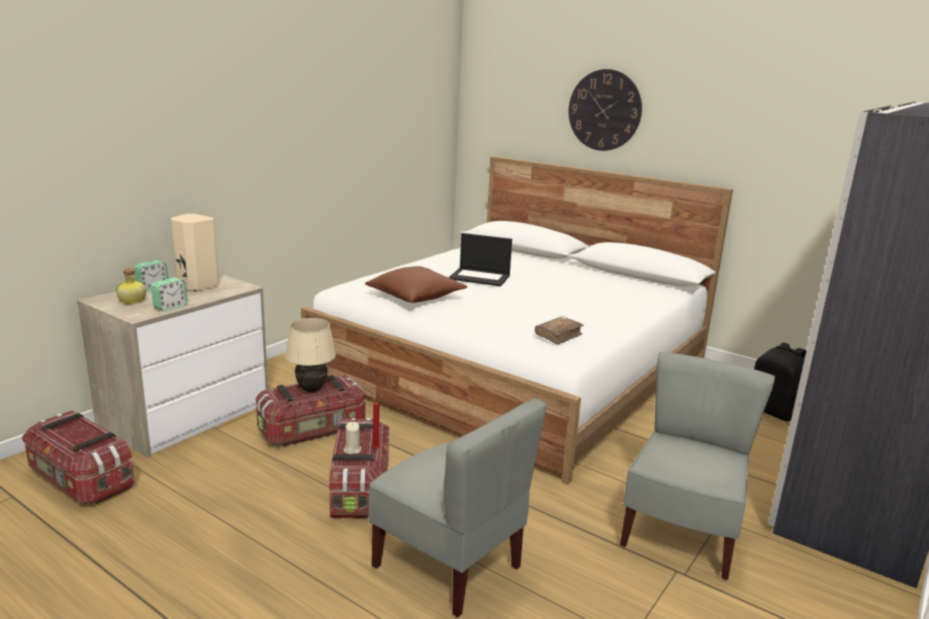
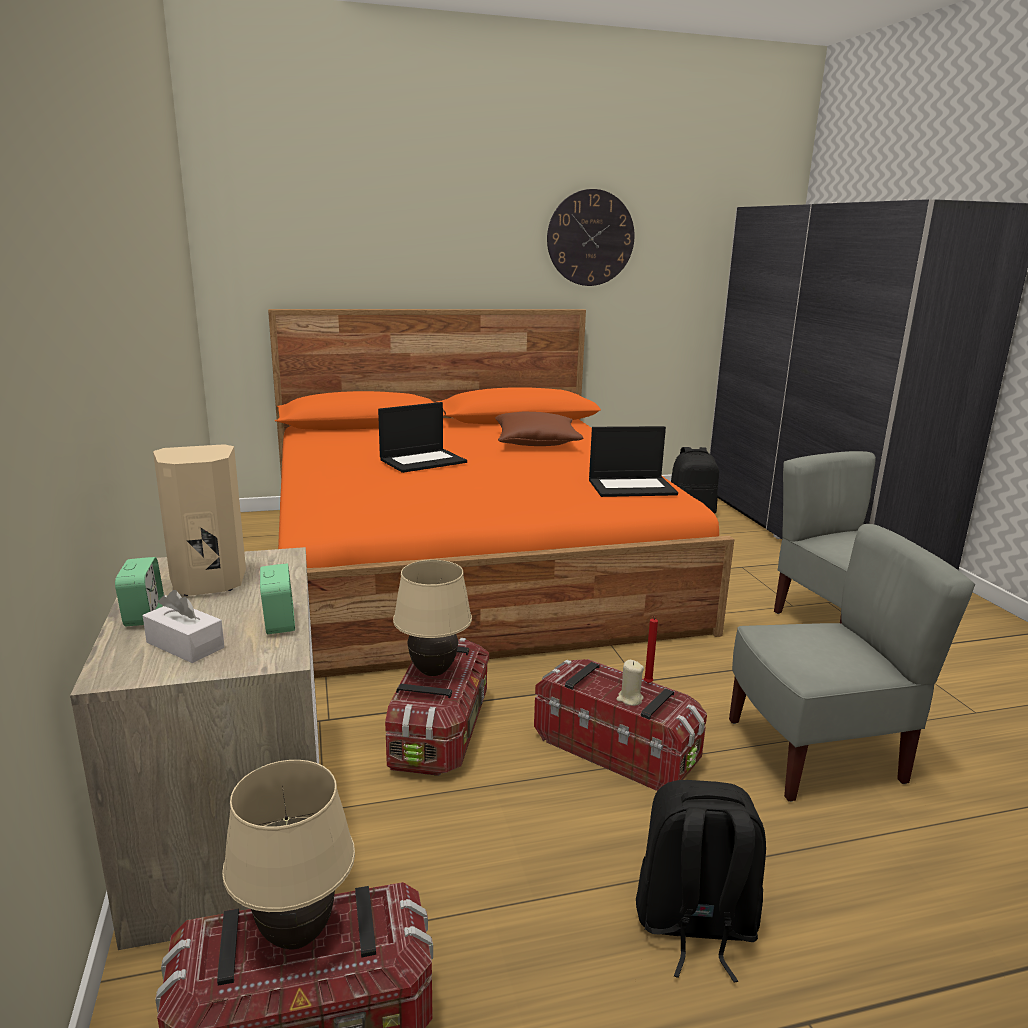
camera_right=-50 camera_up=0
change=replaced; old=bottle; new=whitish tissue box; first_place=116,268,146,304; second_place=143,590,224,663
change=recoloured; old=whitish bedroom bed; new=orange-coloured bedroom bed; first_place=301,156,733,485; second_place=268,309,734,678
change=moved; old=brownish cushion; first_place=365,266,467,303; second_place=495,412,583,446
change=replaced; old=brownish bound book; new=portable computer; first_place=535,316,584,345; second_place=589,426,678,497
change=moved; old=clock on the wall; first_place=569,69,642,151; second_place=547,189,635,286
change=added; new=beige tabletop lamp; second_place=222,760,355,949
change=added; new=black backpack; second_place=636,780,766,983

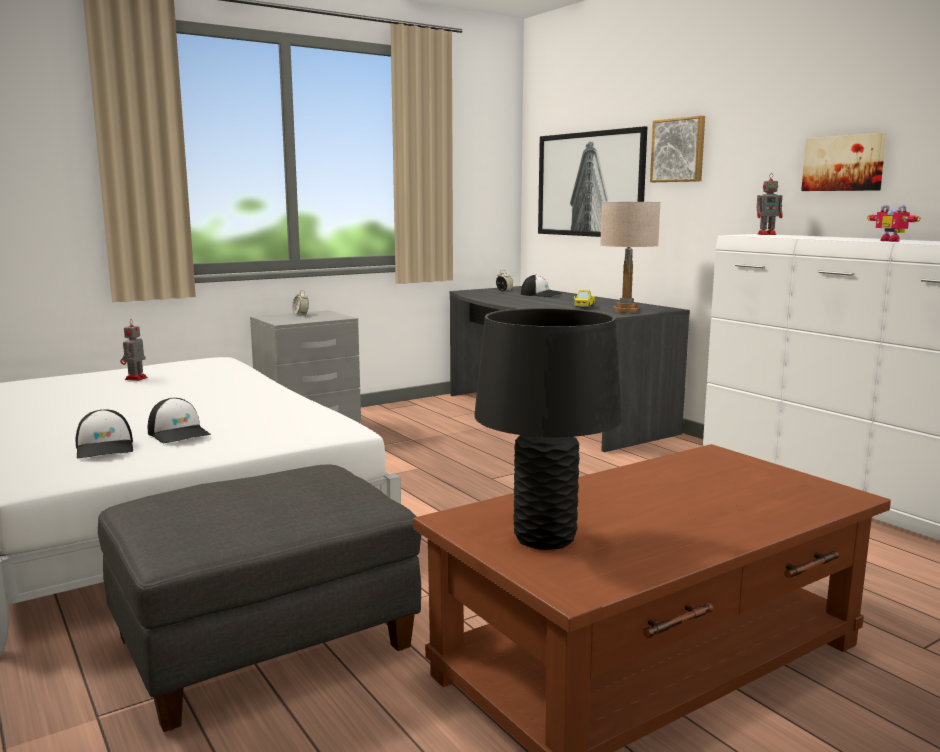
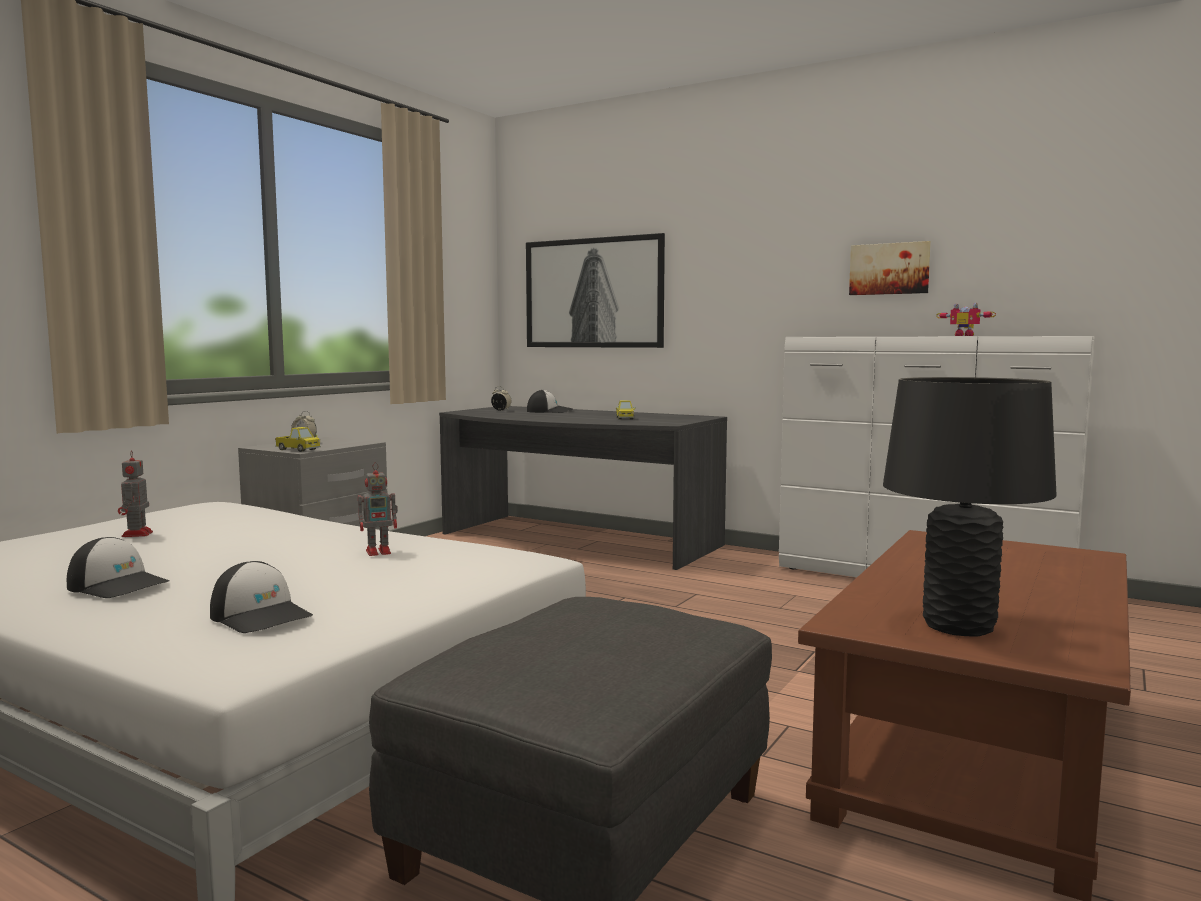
camera_right=-25 camera_up=-5
change=moved; old=baseball cap; first_place=148,398,211,443; second_place=67,537,170,598
change=removed; old=beige tabletop lamp; first_place=600,202,661,313
change=removed; old=picture; first_place=650,116,705,182
change=moved; old=robot figure; first_place=757,177,783,235; second_place=358,462,398,556
change=added; new=model truck; second_place=275,427,321,452

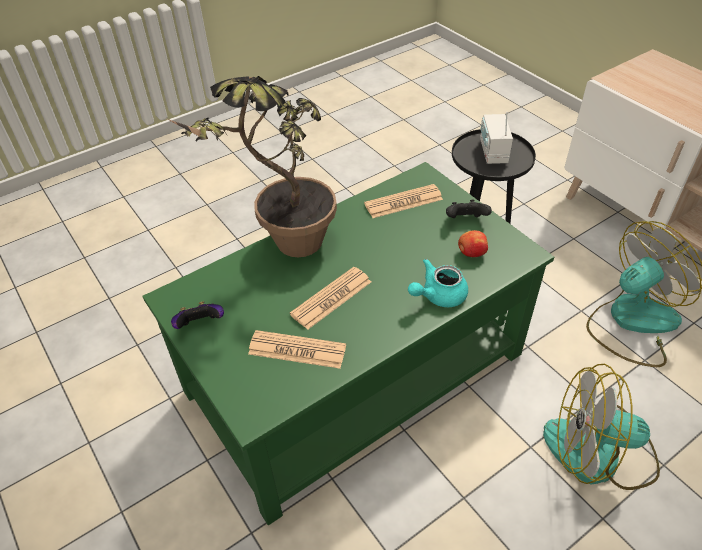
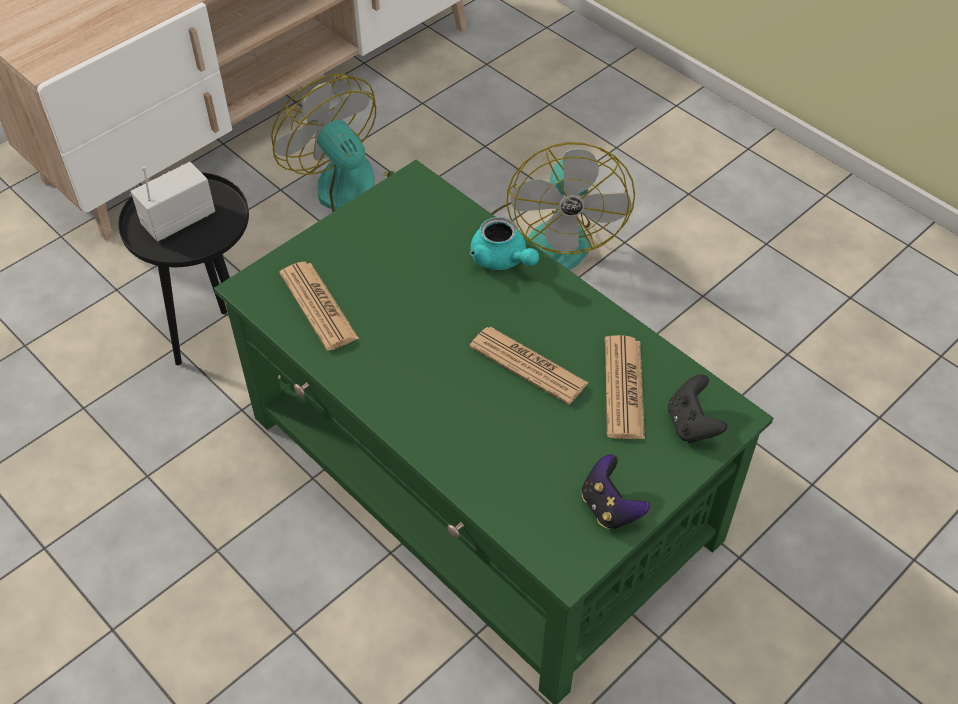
camera_right=-100 camera_up=5
change=removed; old=plant in a pot; first_place=165,76,337,257
change=moved; old=black gamepad; first_place=446,200,492,218; second_place=668,374,727,443
change=removed; old=whole apple; first_place=458,230,488,257
change=turned; old=radio set; first_place=480,112,513,164; second_place=131,162,215,242; degrees=150

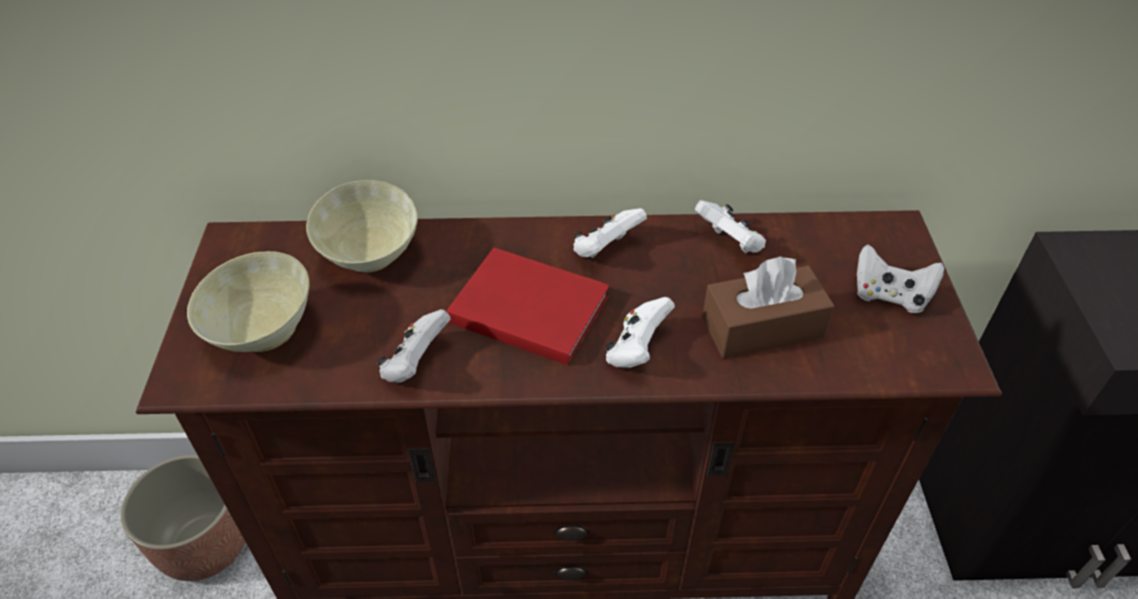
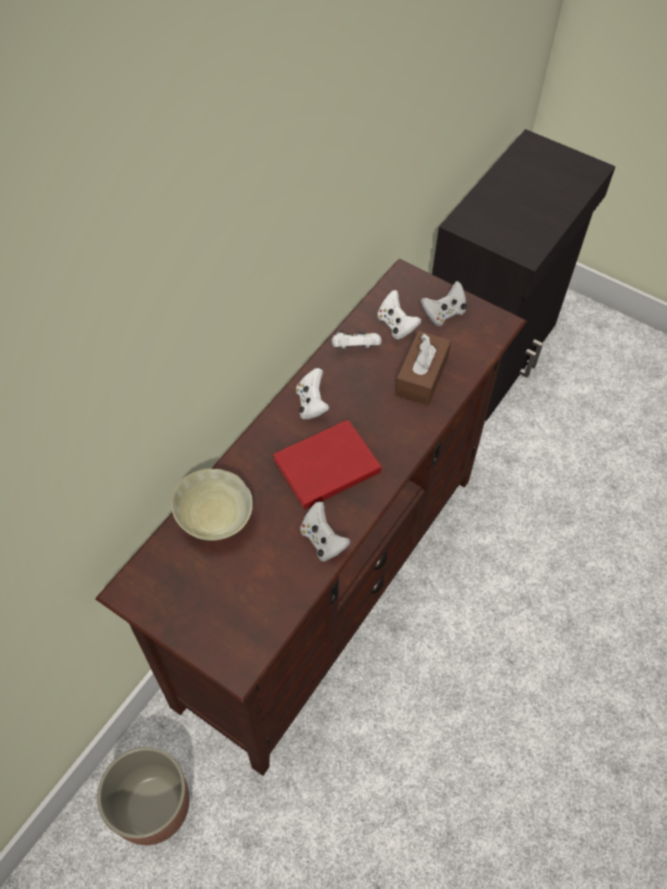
camera_right=-55 camera_up=10
change=removed; old=beige deep dish; first_place=187,251,310,352
change=moved; old=whitish gamepad; first_place=605,297,675,368; second_place=377,290,421,339

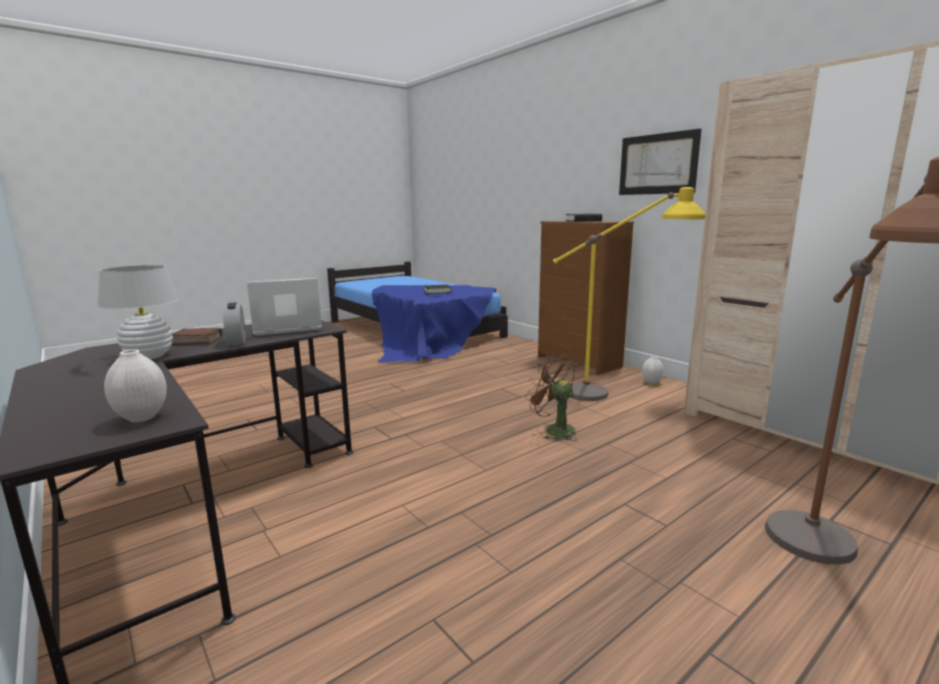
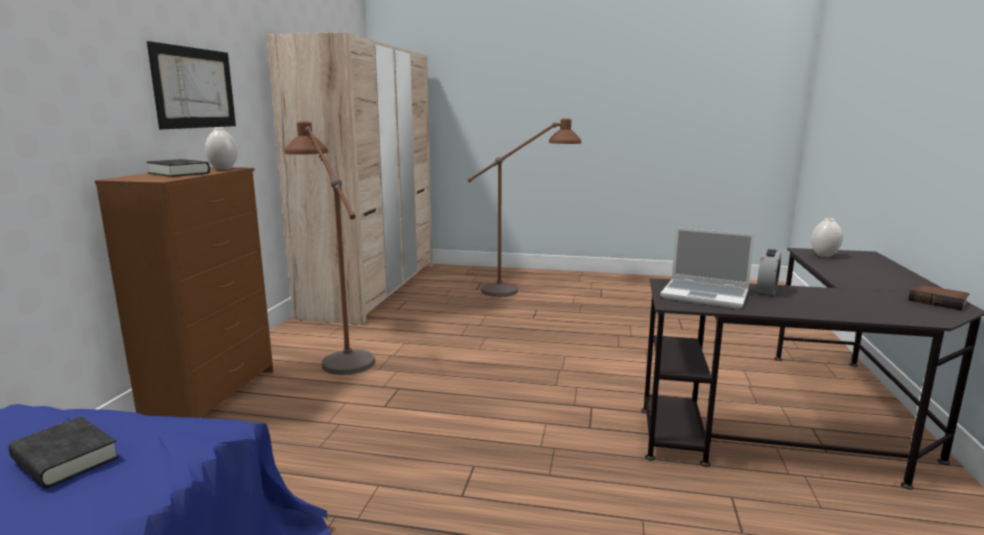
camera_right=-130 camera_up=0
change=removed; old=whitish tabletop lamp; first_place=98,265,178,359
change=moved; old=bound book; first_place=172,328,222,345; second_place=909,284,970,311
change=removed; old=brownish fan; first_place=525,353,576,442
change=recoloured; old=yellow-coloured floor lamp; new=brownish floor lamp; first_place=553,187,705,401; second_place=285,121,375,375
change=moved; old=whitish decorative vase; first_place=642,356,664,384; second_place=205,127,238,170

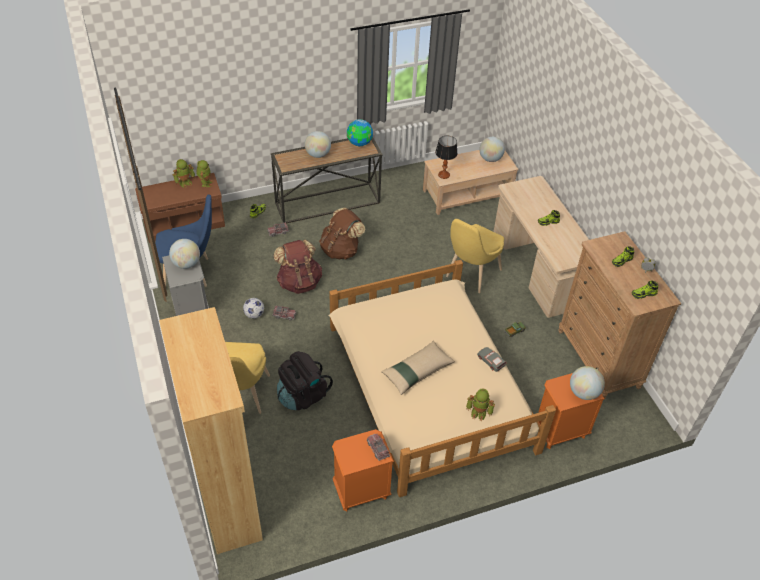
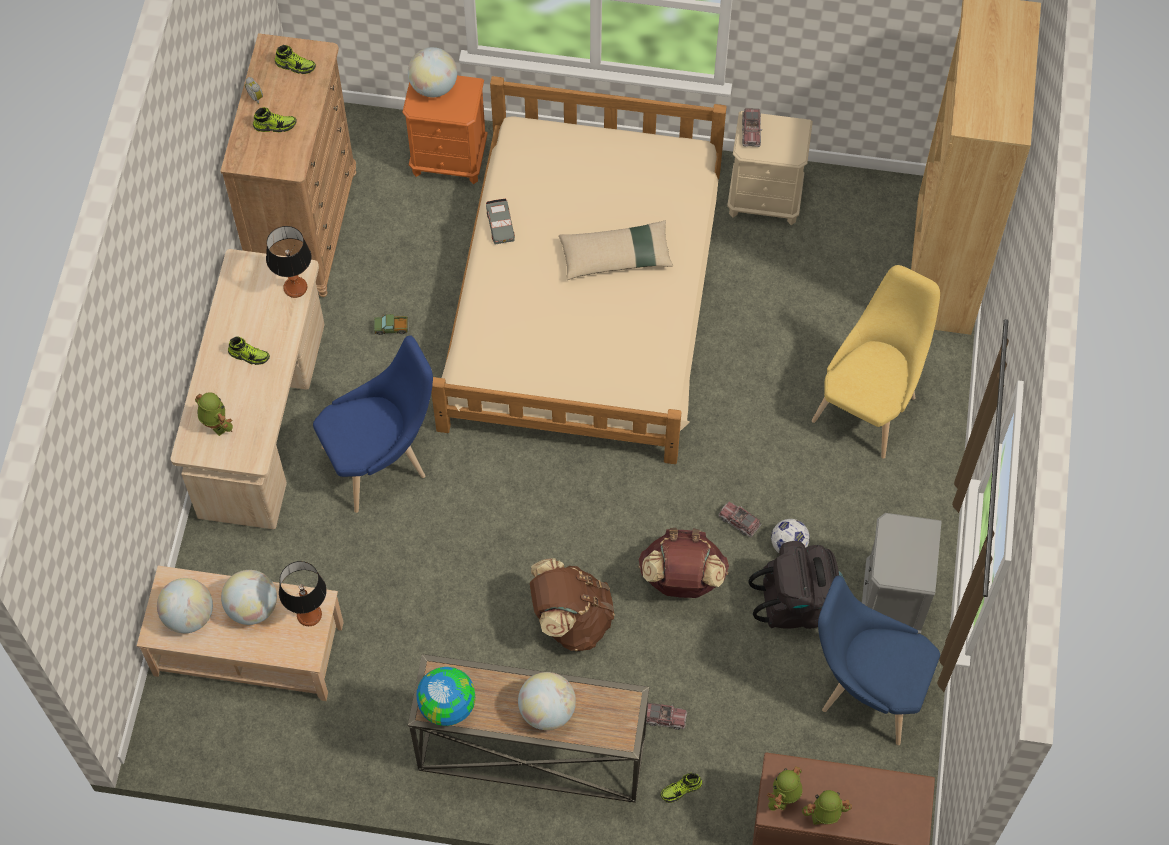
camera_right=-150 camera_up=15
change=moved; old=world globe; first_place=169,239,200,269; second_place=221,570,277,625
change=moved; old=black backpack; first_place=277,351,333,410; second_place=748,541,845,629
change=recoloured; old=orange-coloured night table; new=beige night table; first_place=332,429,394,512; second_place=727,111,813,225
change=recoloured; old=yellow-coloured chair; new=blue-coloured chair; first_place=446,219,504,293; second_place=313,335,433,513
change=moved; old=robot figure; first_place=466,388,495,421; second_place=195,392,233,436
change=added; new=tabletop lamp; second_place=266,226,311,298

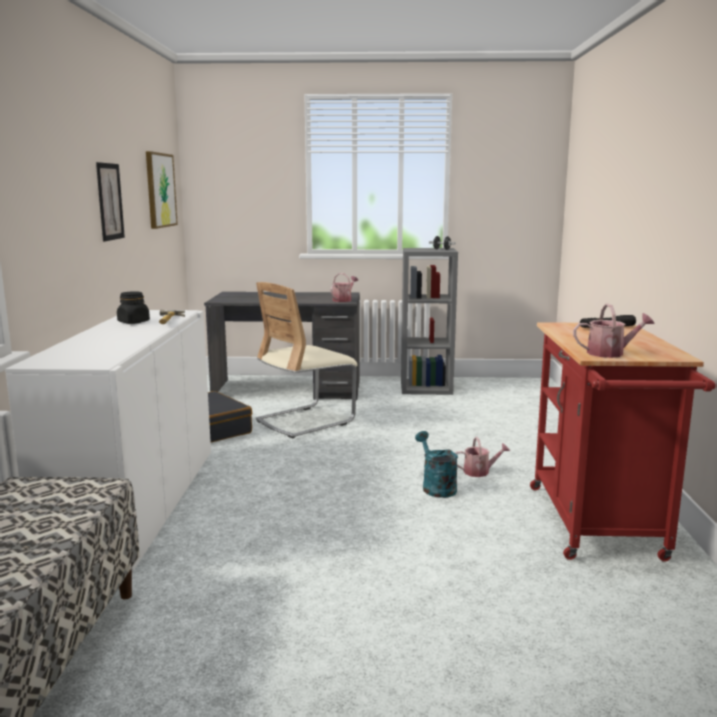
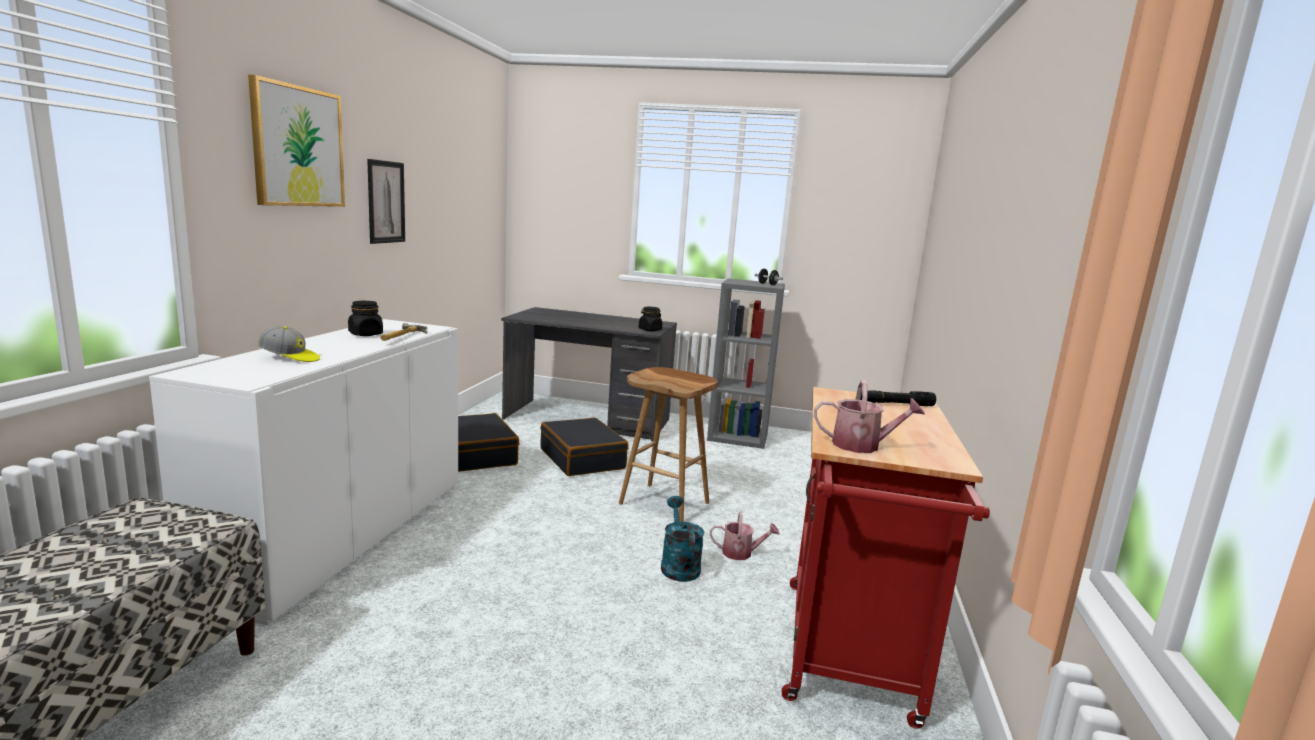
camera_right=10 camera_up=0
change=moved; old=picture; first_place=146,151,178,229; second_place=248,75,345,207
change=replaced; old=beige chair; new=black suitcase; first_place=256,282,357,438; second_place=540,417,629,476
change=replaced; old=watering can; new=black storage jar; first_place=330,273,358,302; second_place=639,307,662,331
change=added; new=baseball cap; second_place=258,326,320,362
change=added; new=brownish sitting stool; second_place=619,367,718,522

